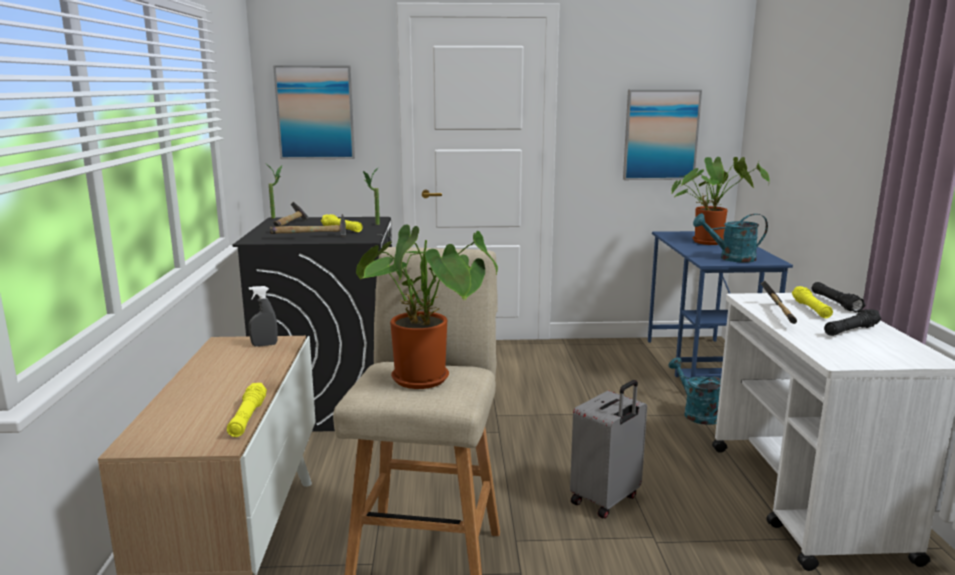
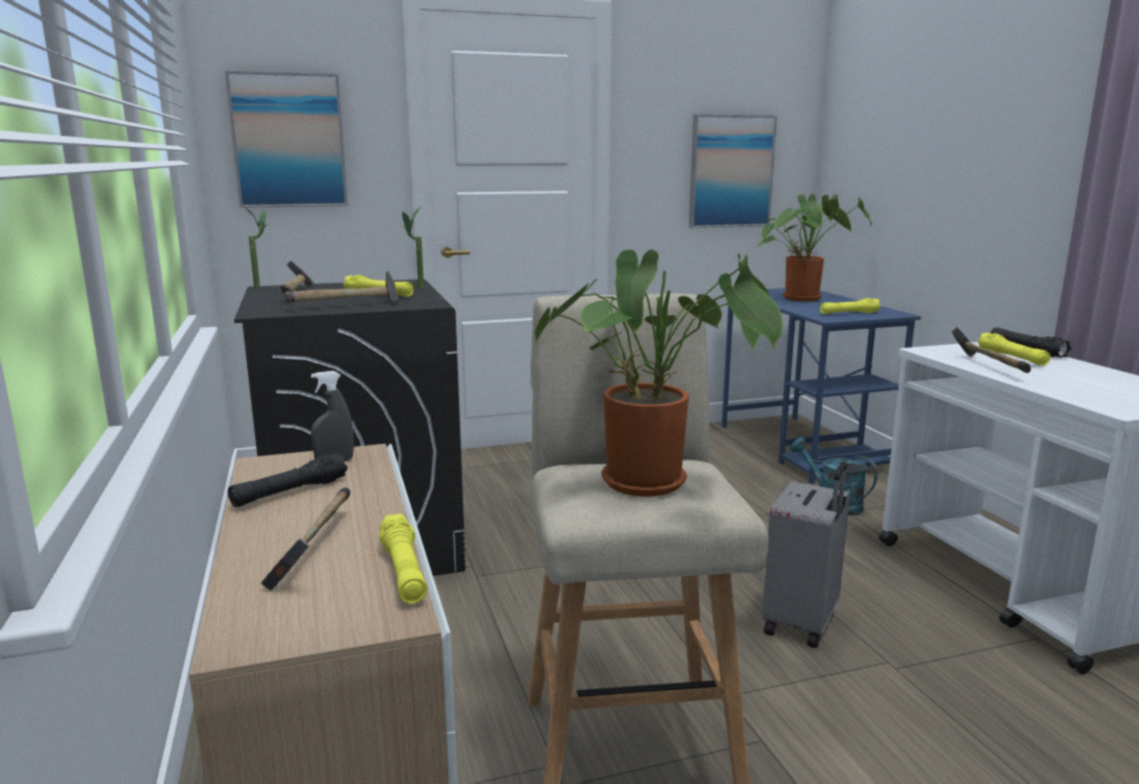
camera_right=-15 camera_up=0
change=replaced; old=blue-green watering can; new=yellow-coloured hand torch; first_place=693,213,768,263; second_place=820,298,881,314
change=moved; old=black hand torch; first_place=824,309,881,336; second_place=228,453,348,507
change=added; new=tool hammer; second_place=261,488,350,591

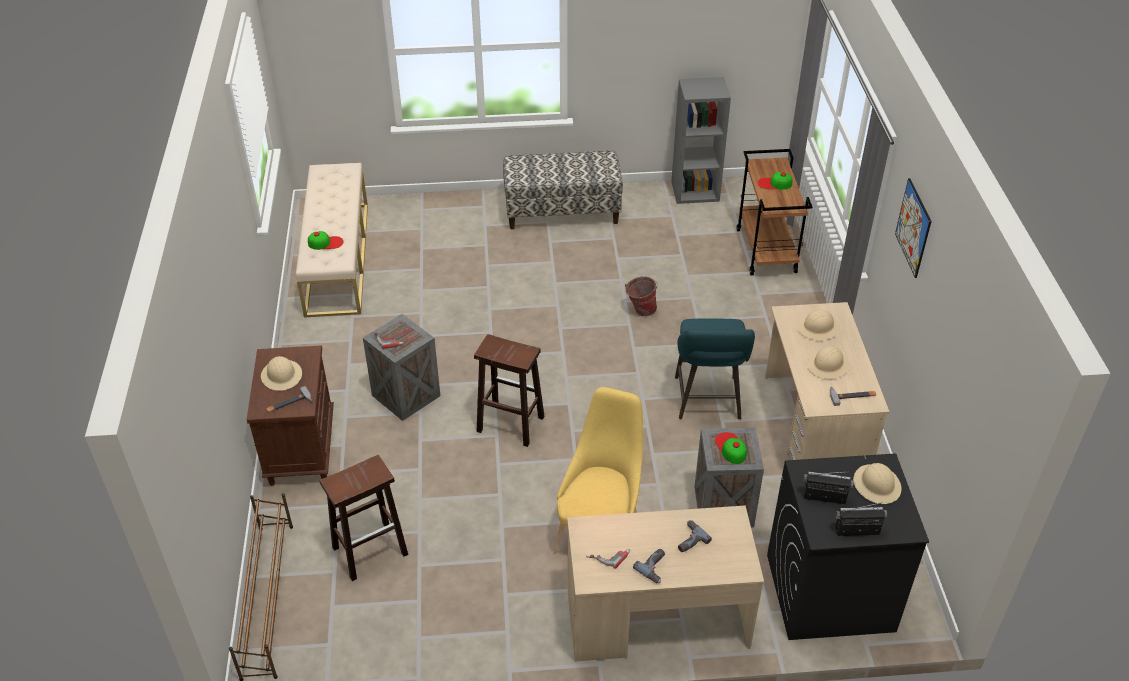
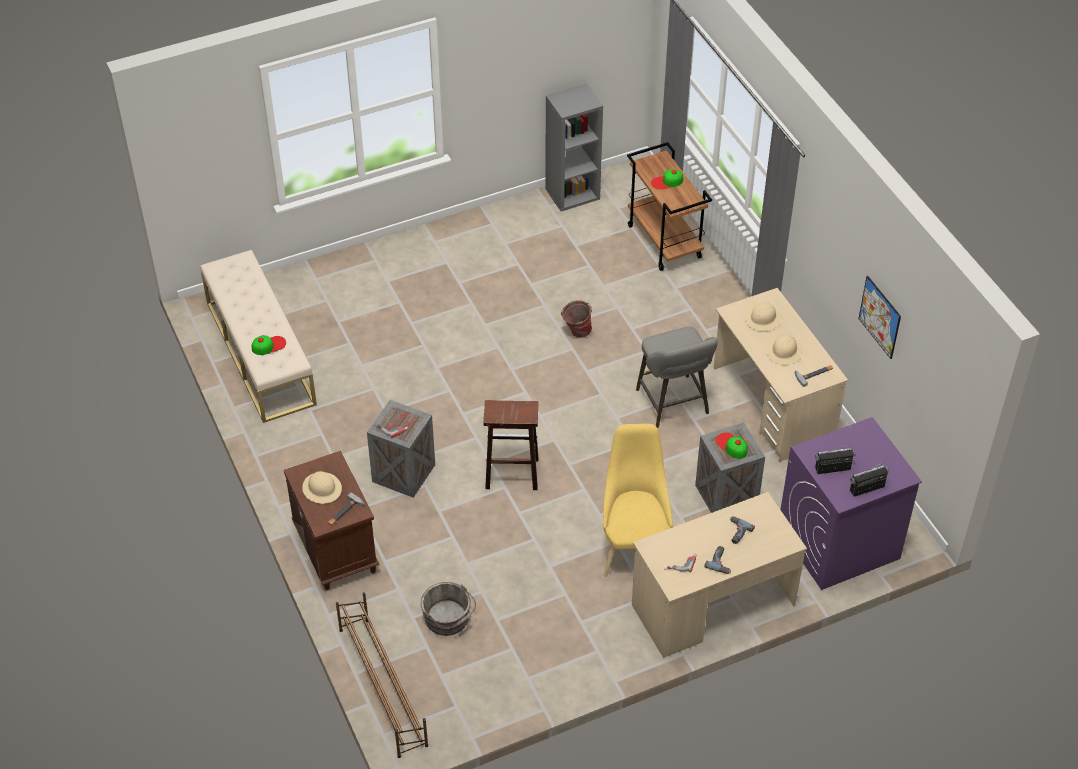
camera_right=-20 camera_up=5
change=replaced; old=brownish sitting stool; new=gray pail; first_place=320,455,408,581; second_place=421,582,476,636
change=removed; old=indoor bench; first_place=503,151,623,229
change=recoloured; old=blue-green sitting stool; new=gray sitting stool; first_place=675,319,755,420; second_place=636,327,718,428
change=recoloured; old=black washing machine; new=purple-coloured washing machine; first_place=767,453,929,640; second_place=780,417,922,590
change=removed; old=beige work helmet; first_place=853,463,902,504
change=moved; old=picture; first_place=895,178,932,278; second_place=858,276,901,359

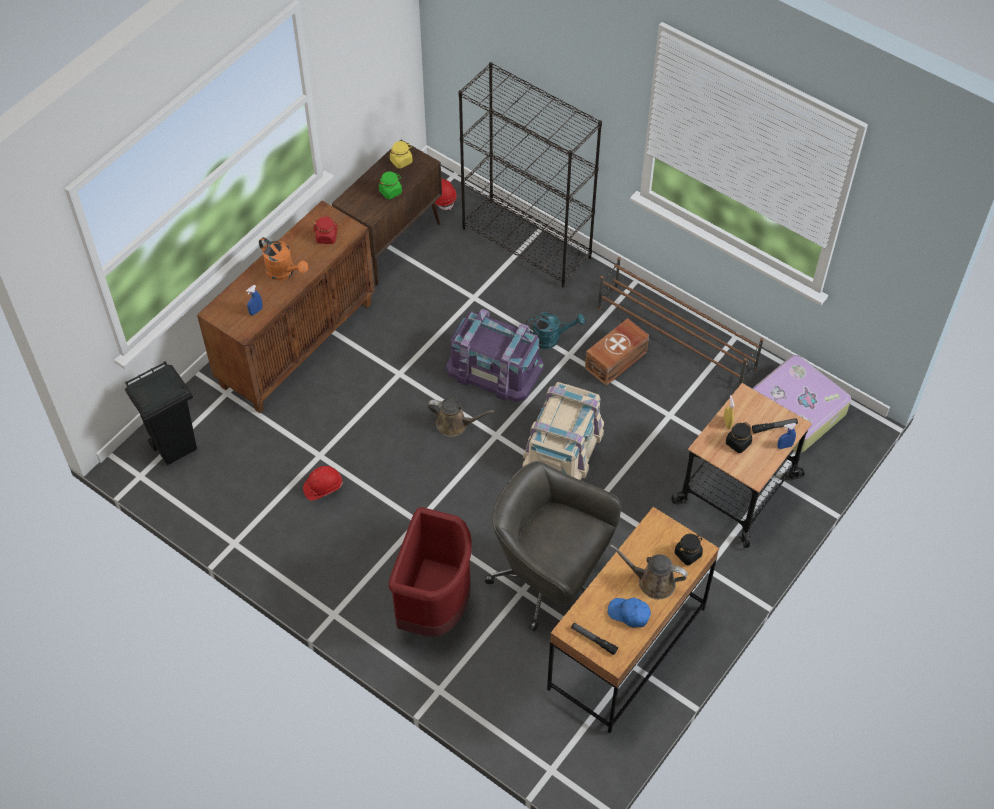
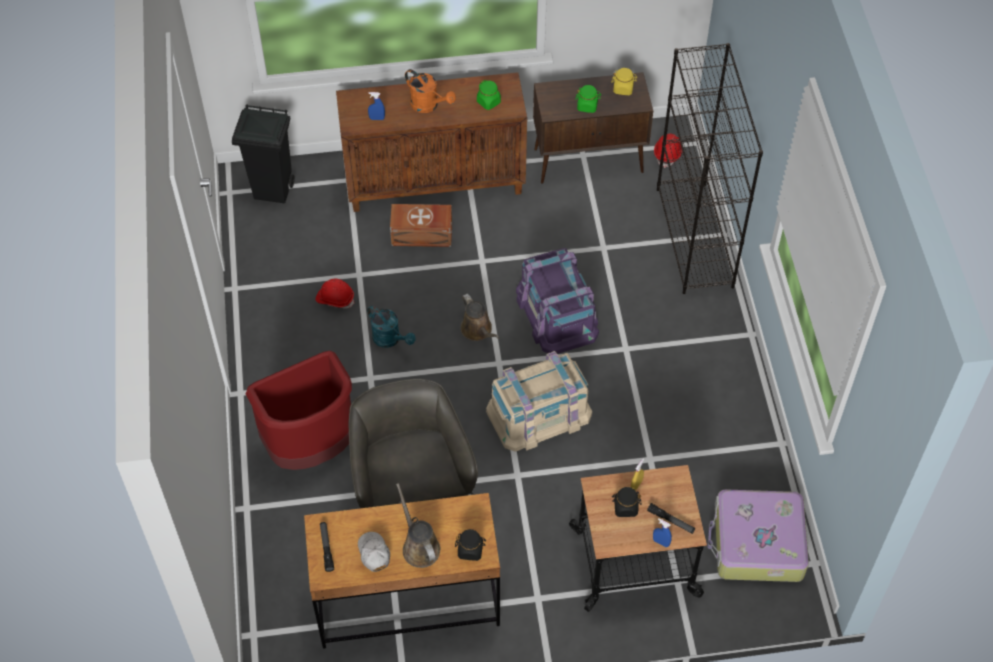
camera_right=45 camera_up=0
change=turned; old=orange-coloured watering can; first_place=259,237,308,281; second_place=405,69,456,113; degrees=-45
change=recoloured; old=red-coloured storage jar; new=green-coloured storage jar; first_place=313,217,338,244; second_place=477,80,501,110
change=moved; old=blue-green watering can; first_place=526,312,585,349; second_place=367,305,416,348
change=moved; old=brownish storage bin; first_place=585,318,649,386; second_place=390,204,452,247
change=removed; old=brownish shoe shelf; first_place=597,257,764,387
change=recoloured; old=blue-coloured baseball cap; new=whitish baseball cap; first_place=608,598,651,627; second_place=358,532,390,572

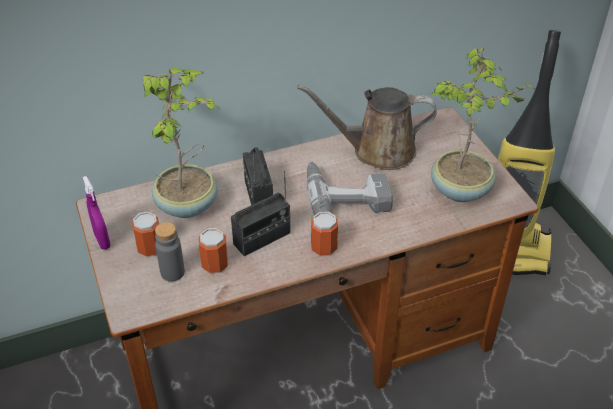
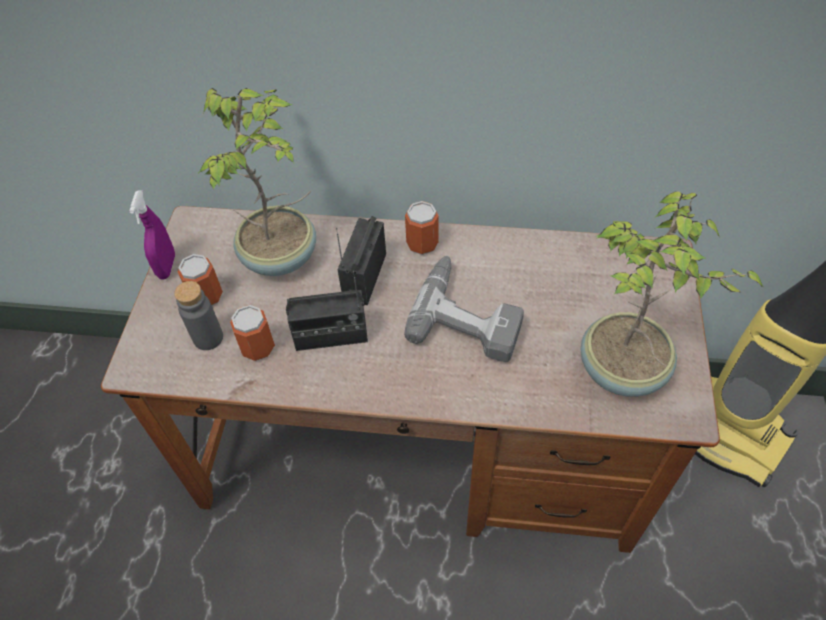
camera_right=30 camera_up=10
change=removed; old=brownish watering can; first_place=297,85,437,170
change=moved; old=metal can; first_place=311,211,338,256; second_place=405,201,439,255

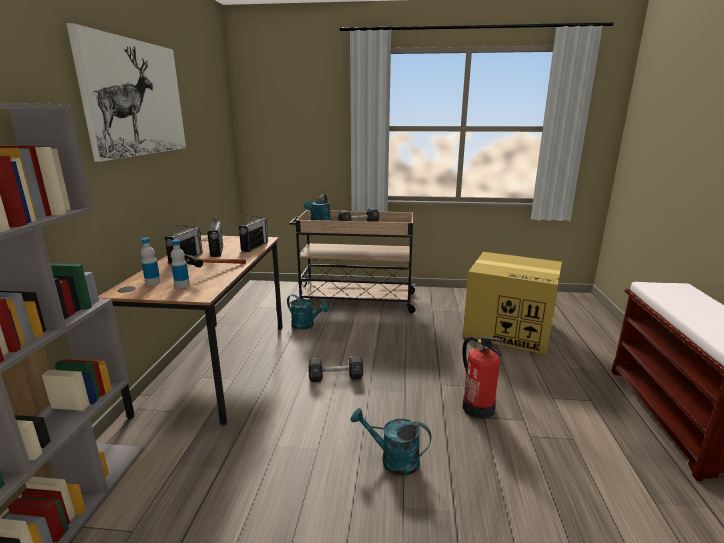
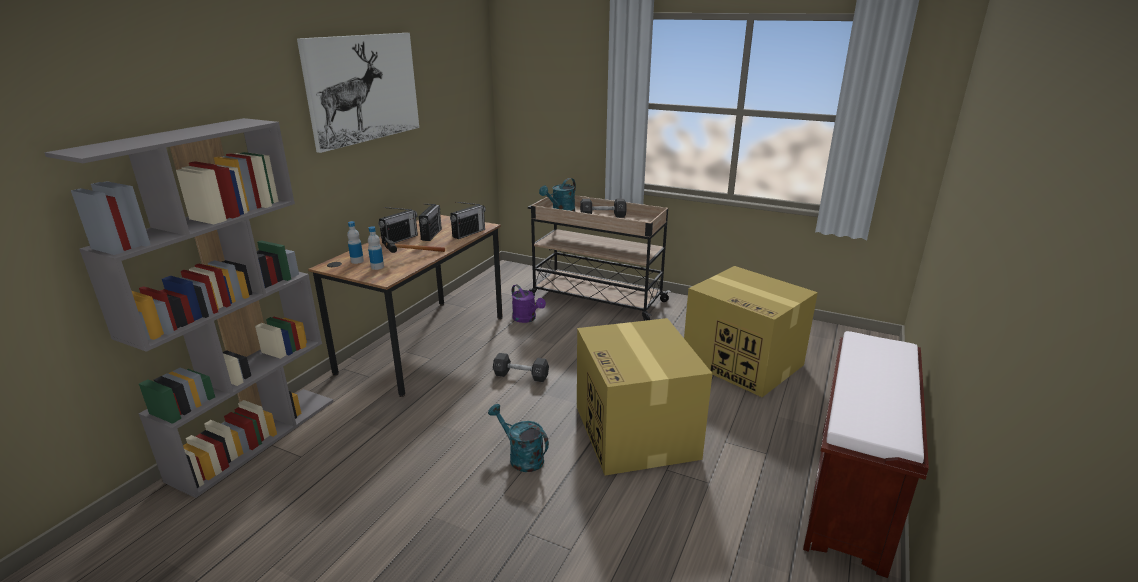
camera_right=20 camera_up=5
change=recoloured; old=blue-green watering can; new=purple-coloured watering can; first_place=287,294,329,330; second_place=512,284,546,323
change=replaced; old=extinguisher; new=carton; first_place=462,337,503,419; second_place=577,318,712,476

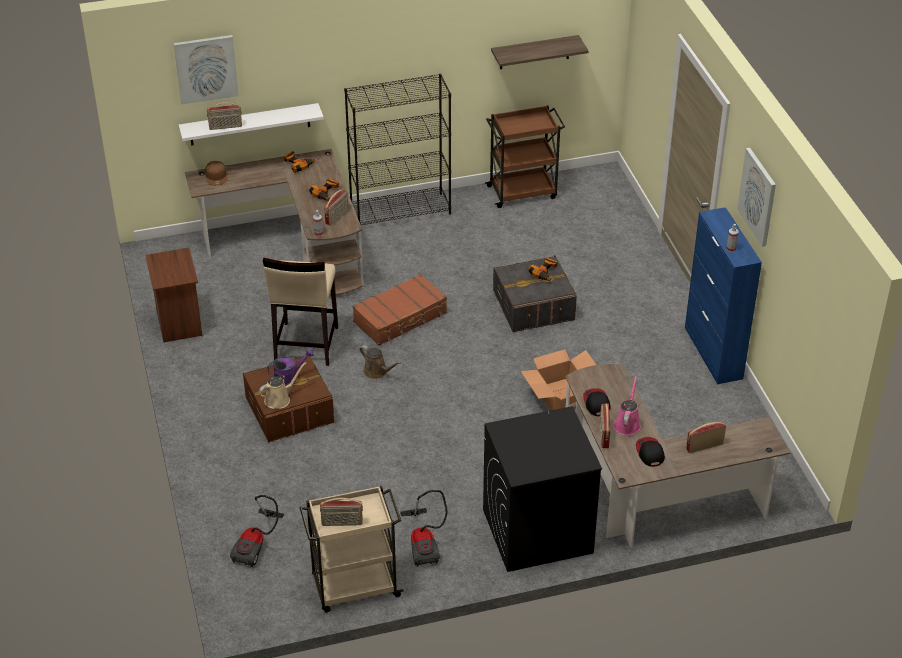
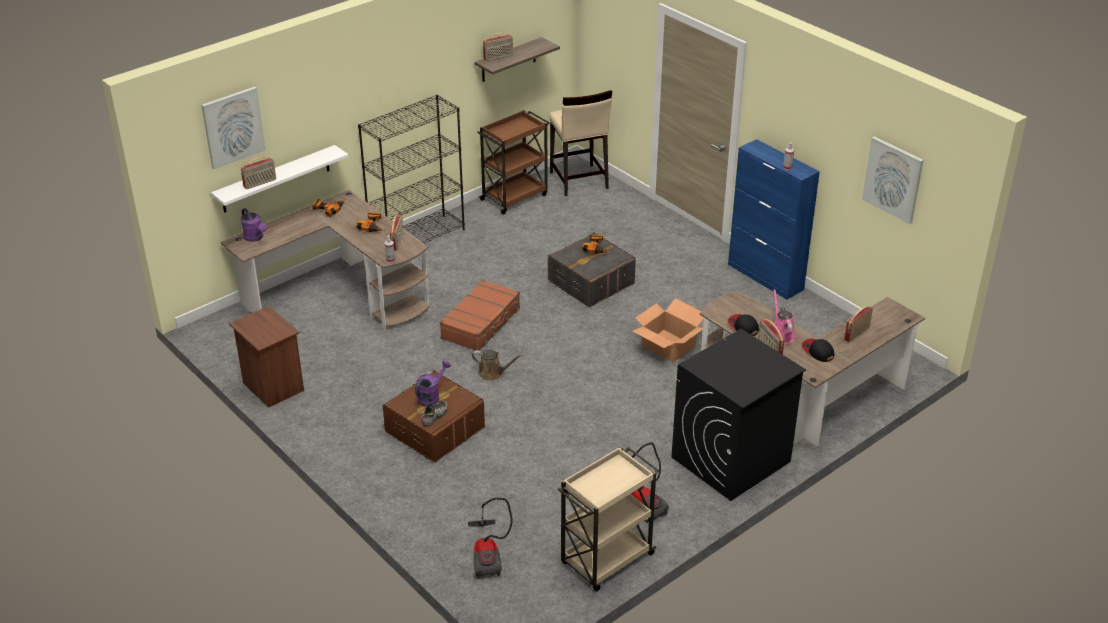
camera_right=-25 camera_up=-5
change=replaced; old=brownish baseball cap; new=purple-coloured watering can; first_place=205,161,228,185; second_place=241,208,267,242
change=replaced; old=beige watering can; new=shoe; first_place=259,362,306,409; second_place=421,401,448,426
change=moved; old=beige sitting stool; first_place=263,257,338,366; second_place=549,90,612,196
change=moved; old=radio set; first_place=320,498,363,526; second_place=483,33,513,61
change=moved; old=picture; first_place=737,148,776,247; second_place=862,136,924,224

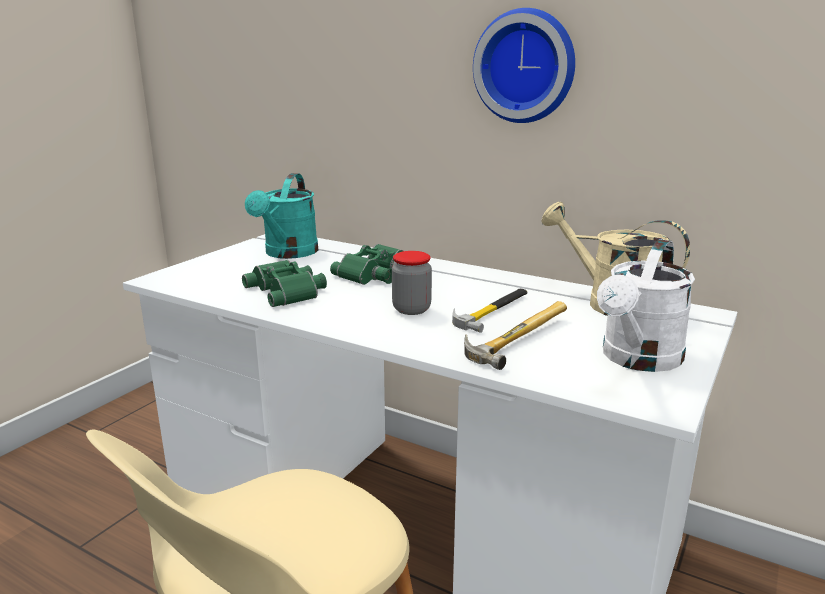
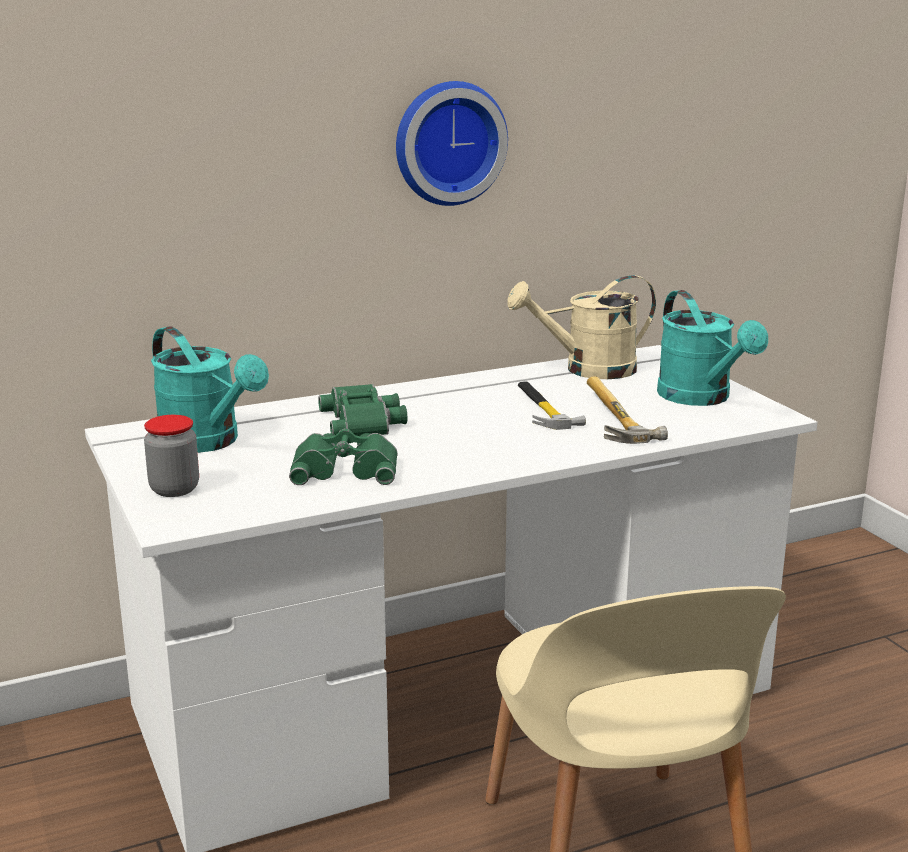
camera_right=-55 camera_up=0
change=moved; old=storage jar; first_place=392,251,432,315; second_place=144,415,199,497
change=recoloured; old=whitish watering can; new=blue-green watering can; first_place=597,239,695,372; second_place=657,290,768,406

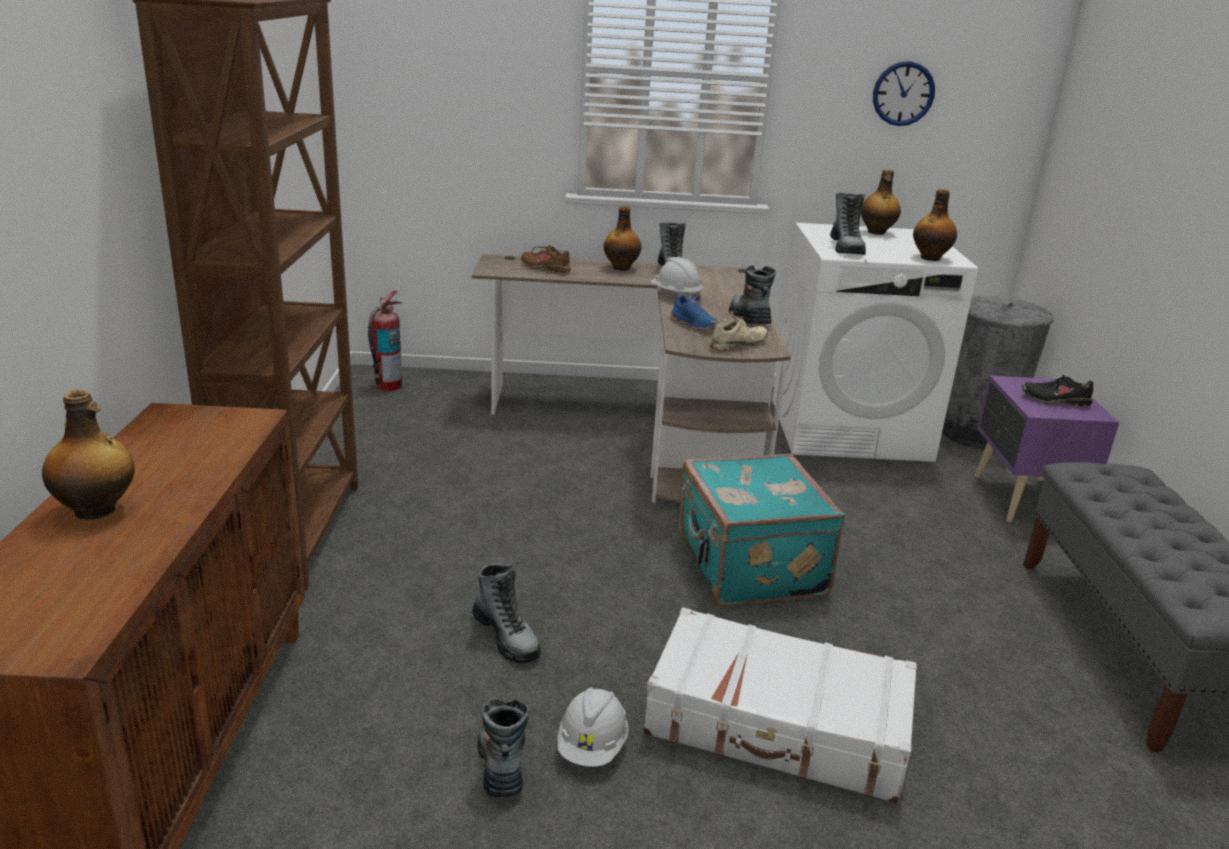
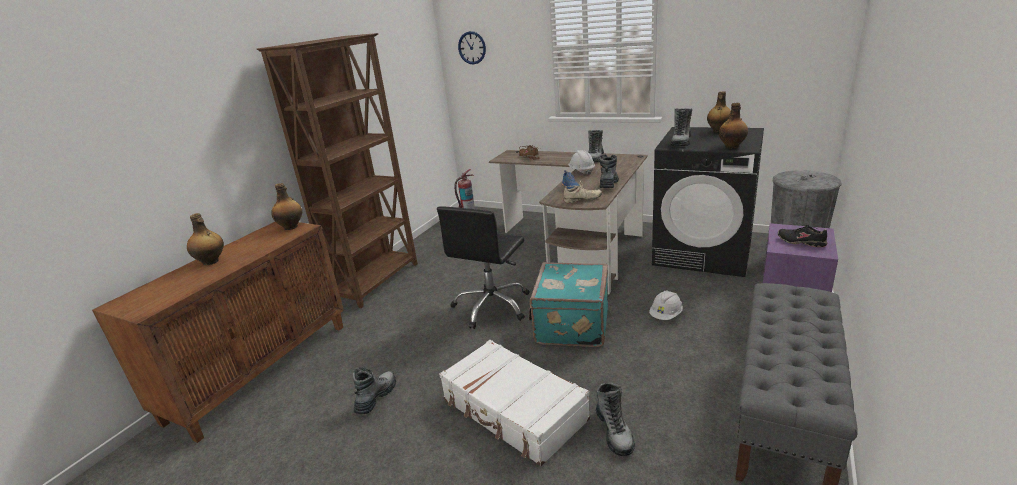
camera_right=30 camera_up=0
change=moved; old=high-top boot; first_place=472,563,541,663; second_place=596,382,635,456
change=moved; old=whitish work helmet; first_place=558,687,629,767; second_place=649,290,683,320
change=moved; old=bottle; first_place=604,206,642,271; second_place=271,183,302,230
change=recoloured; old=whitish washing machine; new=black washing machine; first_place=772,223,978,462; second_place=652,127,764,277
change=moved; old=clock on the wall; first_place=873,61,935,126; second_place=458,31,486,65
change=added; new=black office chair; second_place=437,206,530,329

